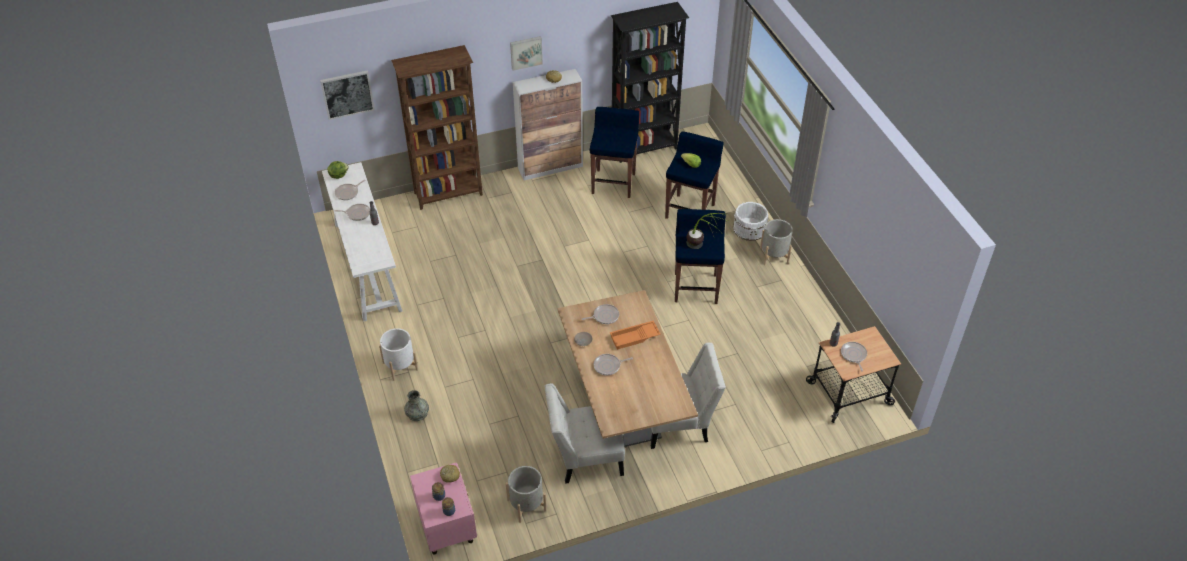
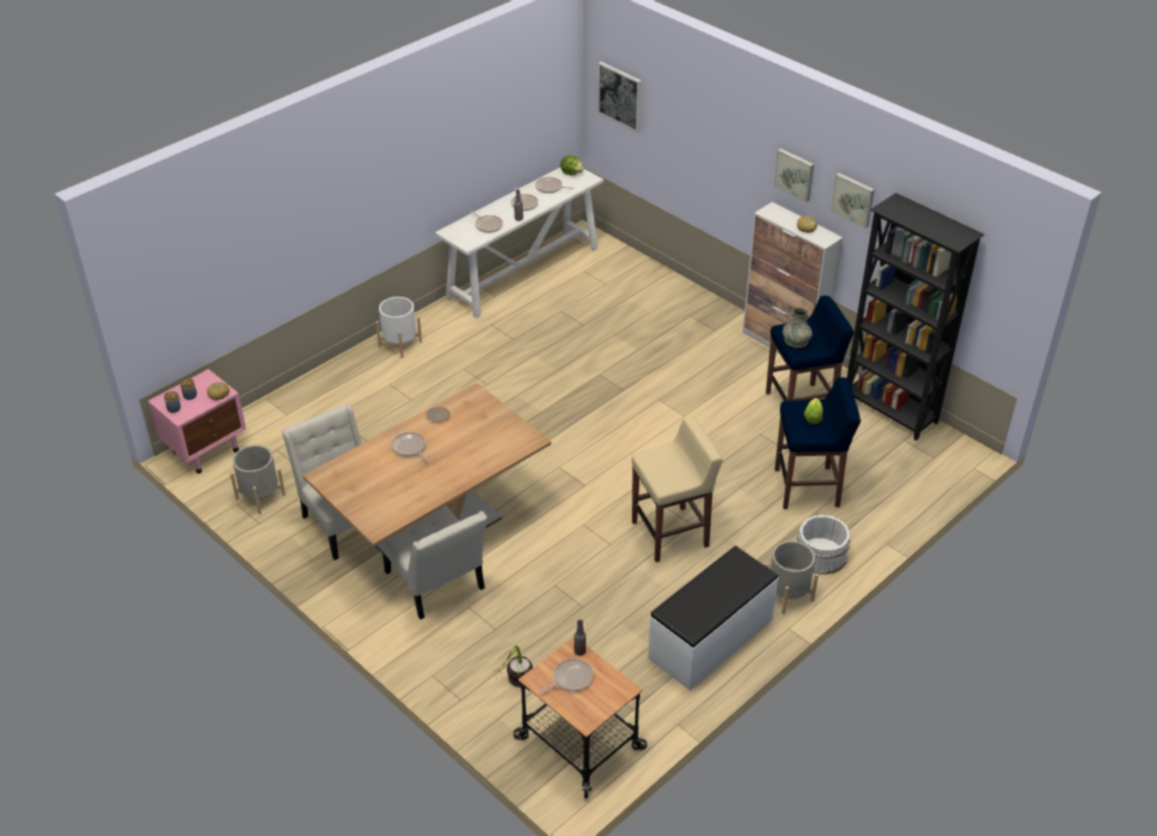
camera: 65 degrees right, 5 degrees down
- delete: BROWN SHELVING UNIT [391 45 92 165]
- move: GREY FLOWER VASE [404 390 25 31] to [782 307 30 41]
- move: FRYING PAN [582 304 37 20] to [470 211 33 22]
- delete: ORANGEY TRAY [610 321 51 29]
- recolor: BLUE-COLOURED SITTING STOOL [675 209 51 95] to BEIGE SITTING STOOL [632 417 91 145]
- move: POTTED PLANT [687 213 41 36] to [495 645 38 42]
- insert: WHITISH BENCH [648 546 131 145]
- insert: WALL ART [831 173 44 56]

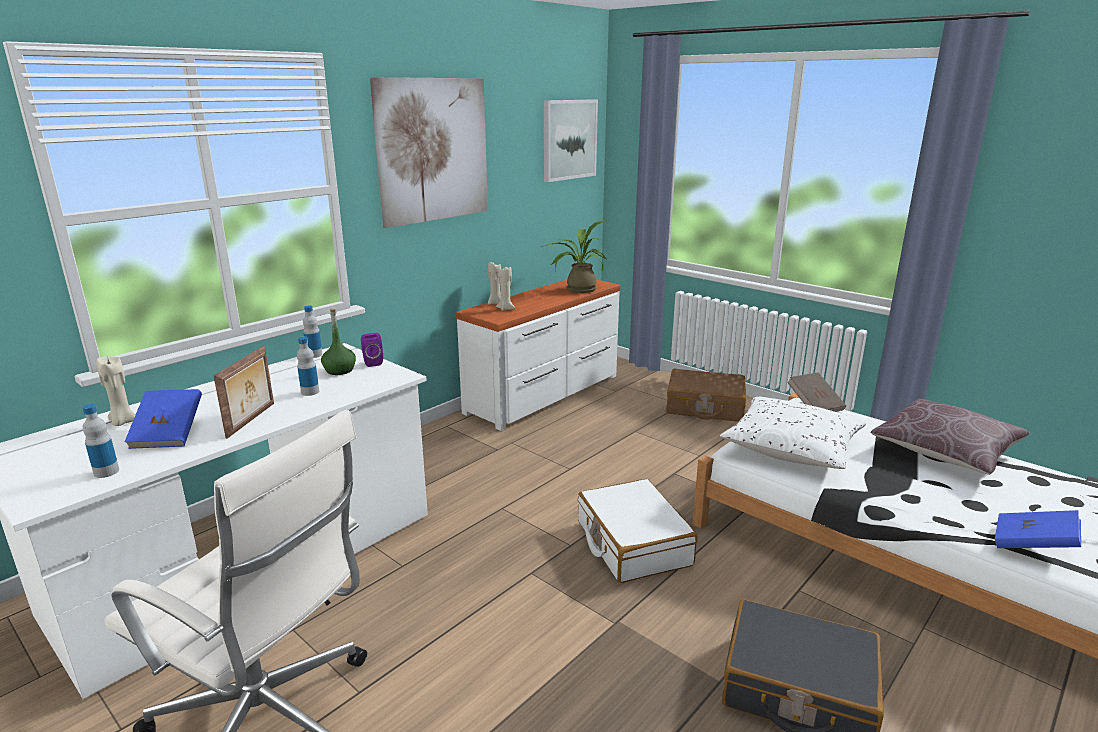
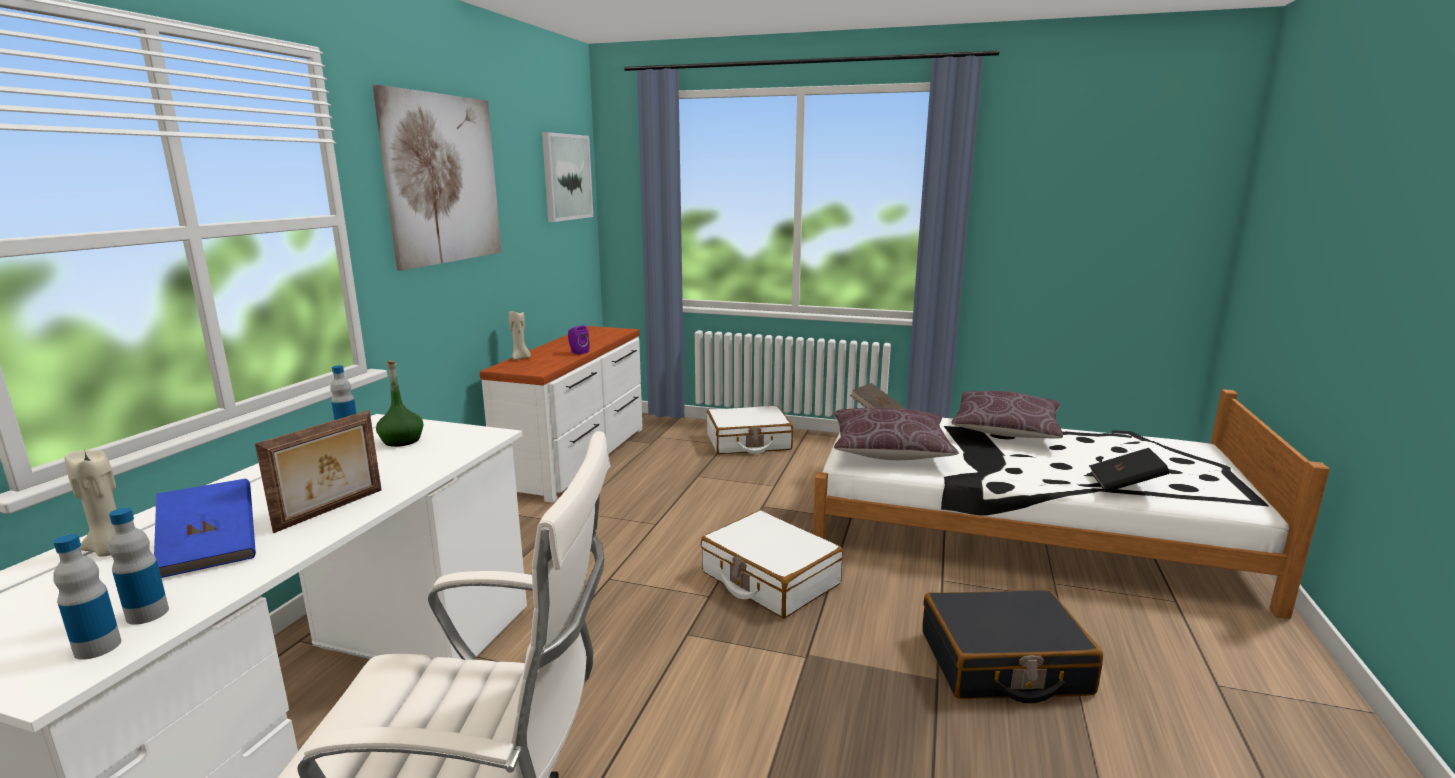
camera: 25 degrees left, 5 degrees down
- rotate: STANDING FRAME [214 346 60 93] = [255 410 127 123] 45 degrees clockwise
- move: DRINK BOTTLE [297 336 22 60] to [53 534 68 126]
- move: PURPLISH SPEAKER [361 333 22 34] to [568 325 22 30]
- delete: BEIGE WAX LIGHT [496 267 19 44]
- delete: POTTED PLANT [541 220 67 73]
- recolor: BROWN PIECE OF LUGGAGE [666 369 80 53] to WHITISH PIECE OF LUGGAGE [707 406 86 48]
- recolor: WHITISH PILLOW [720 397 146 72] to BROWN PILLOW [833 408 126 52]
- recolor: BLUE-COLOURED VOLUME [995 510 86 38] to BLACK-COLOURED VOLUME [1089 448 81 44]

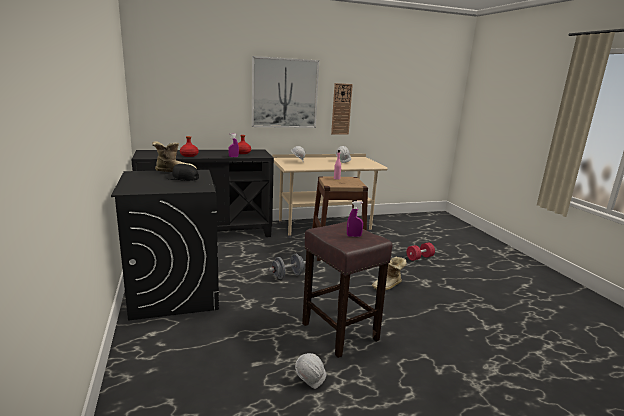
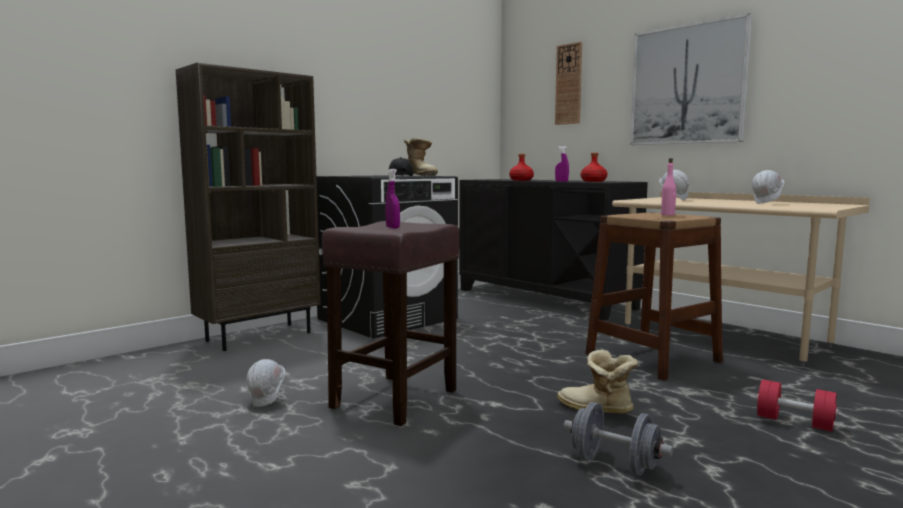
camera: 65 degrees right, 10 degrees down
- move: GREY FREE WEIGHT [269 254 37 25] to [564 402 109 73]
- move: WALL CLOCK [331 83 22 52] to [555 42 27 83]
- insert: BROWN SHELVING UNIT [176 63 145 288]

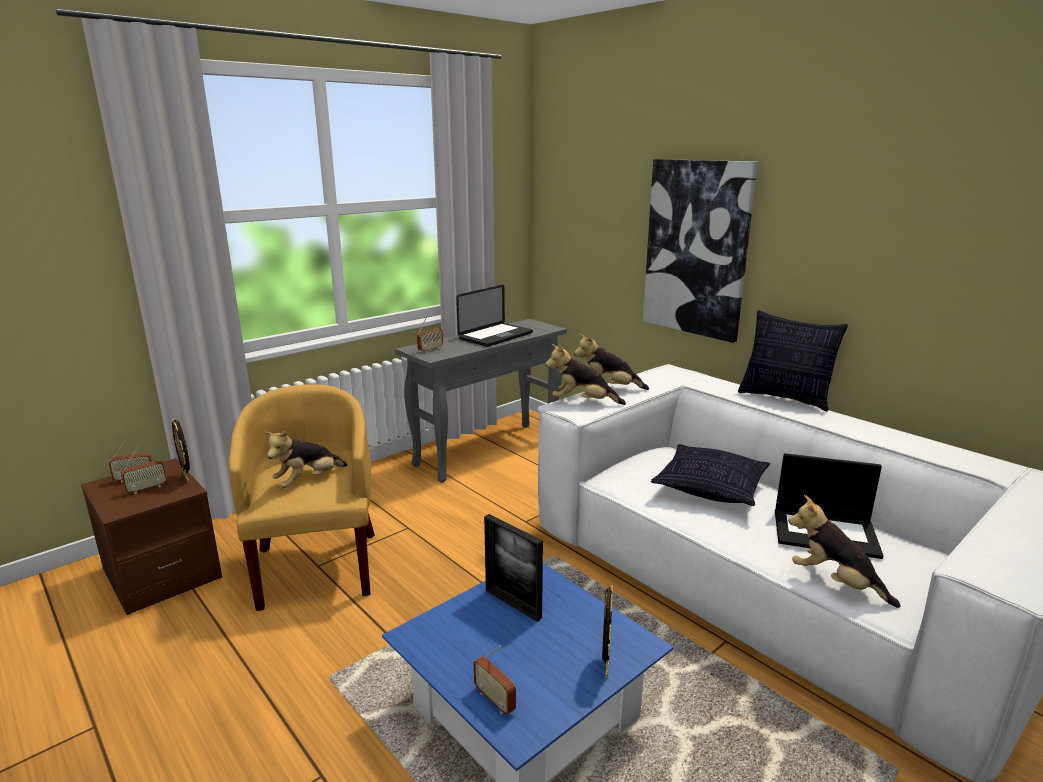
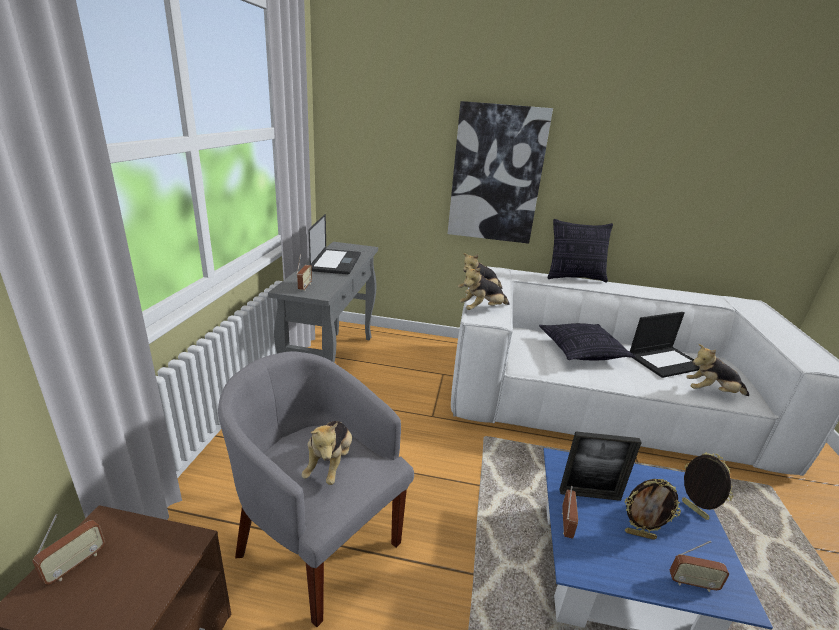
camera: 40 degrees left, 5 degrees up
- move: RADIO RECEIVER [121 447 46 47] to [562 486 16 53]
- move: STANDING FRAME [171 418 19 65] to [625 479 56 61]
- recolor: YELLOW EASY CHAIR [228 384 147 227] to GREY EASY CHAIR [218 351 196 276]

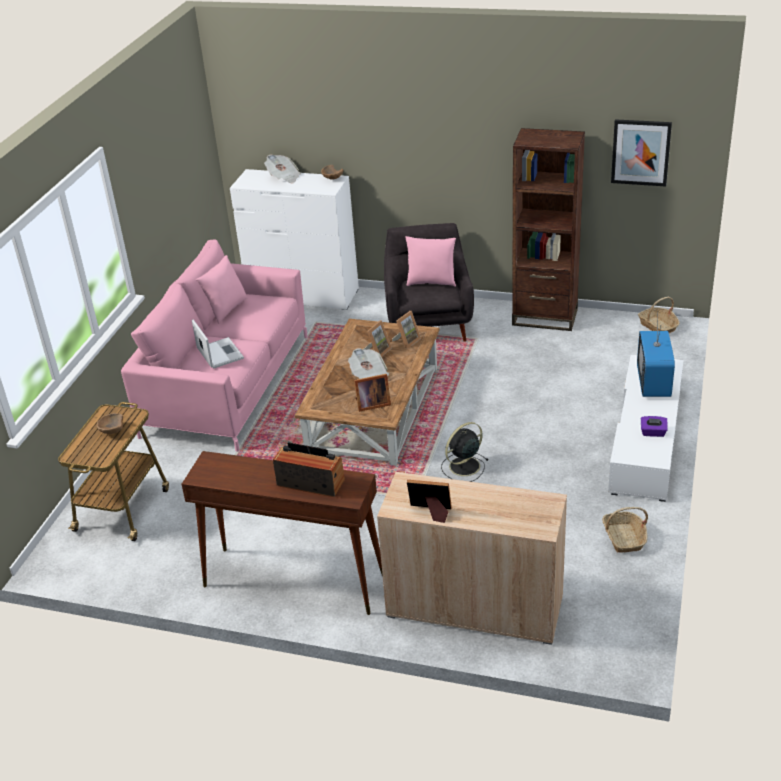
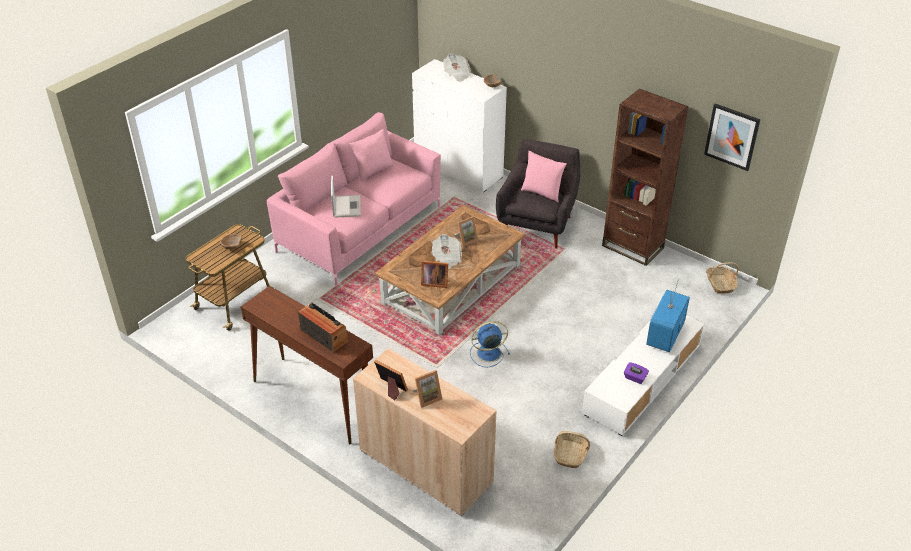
camera: 20 degrees right, 5 degrees up
- move: STANDING FRAME [392 311 29 38] to [412 370 30 38]
- recolor: BLACK-COLOURED FAN [441 422 47 60] to BLUE-COLOURED FAN [470 321 40 46]

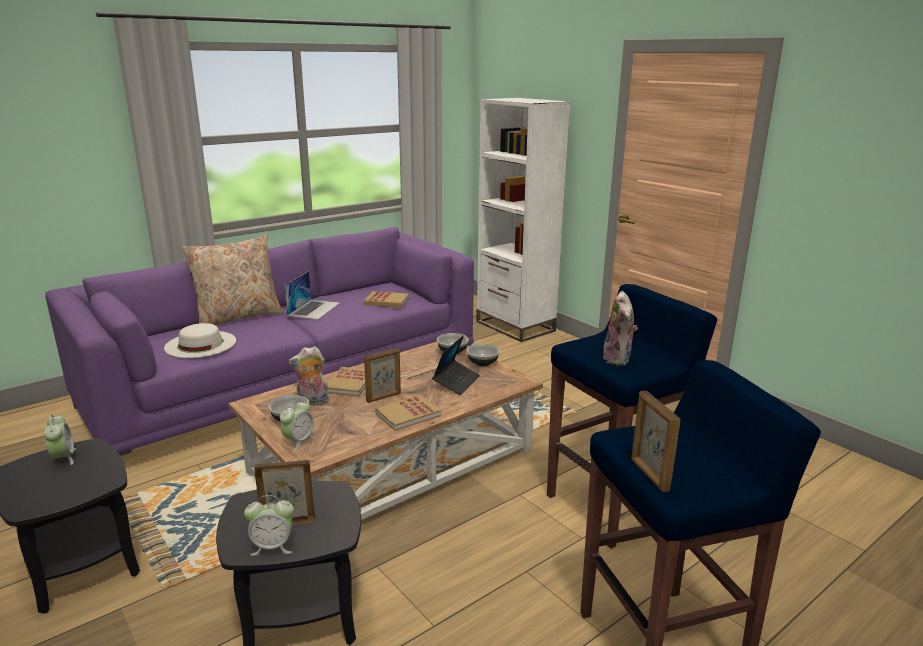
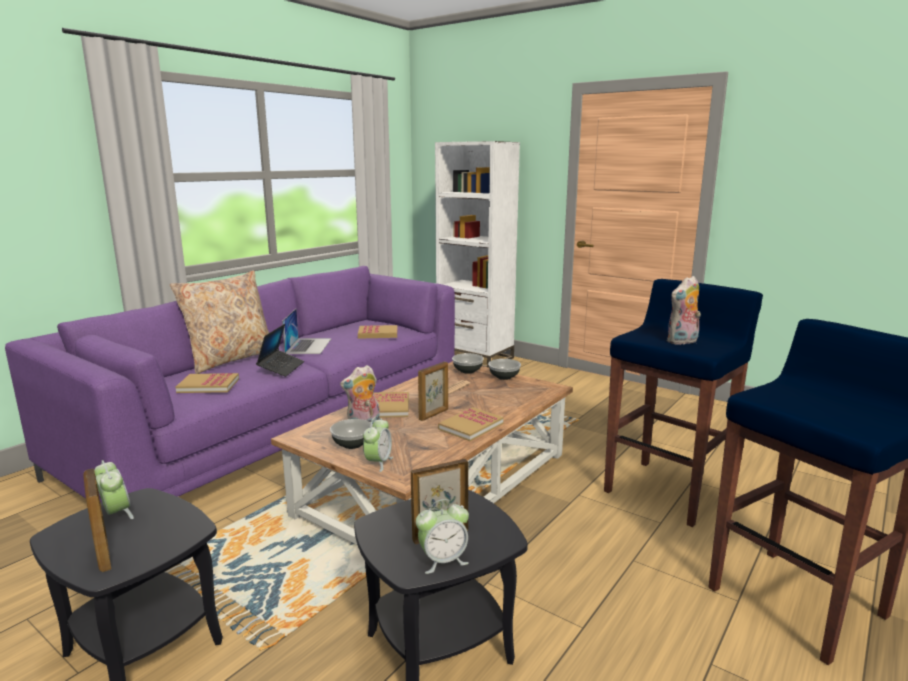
camera: 15 degrees left, 5 degrees down
- replace: WHITISH CLOTHING HAT [164 323 72 35] to VOLUME [176 373 63 20]
- move: LAPTOP [432 335 48 60] to [256 324 48 53]
- rotate: SOFT TOY [603 291 35 74] = [667 276 34 69] 75 degrees clockwise
- move: STANDING FRAME [631 391 49 101] to [83 468 28 104]

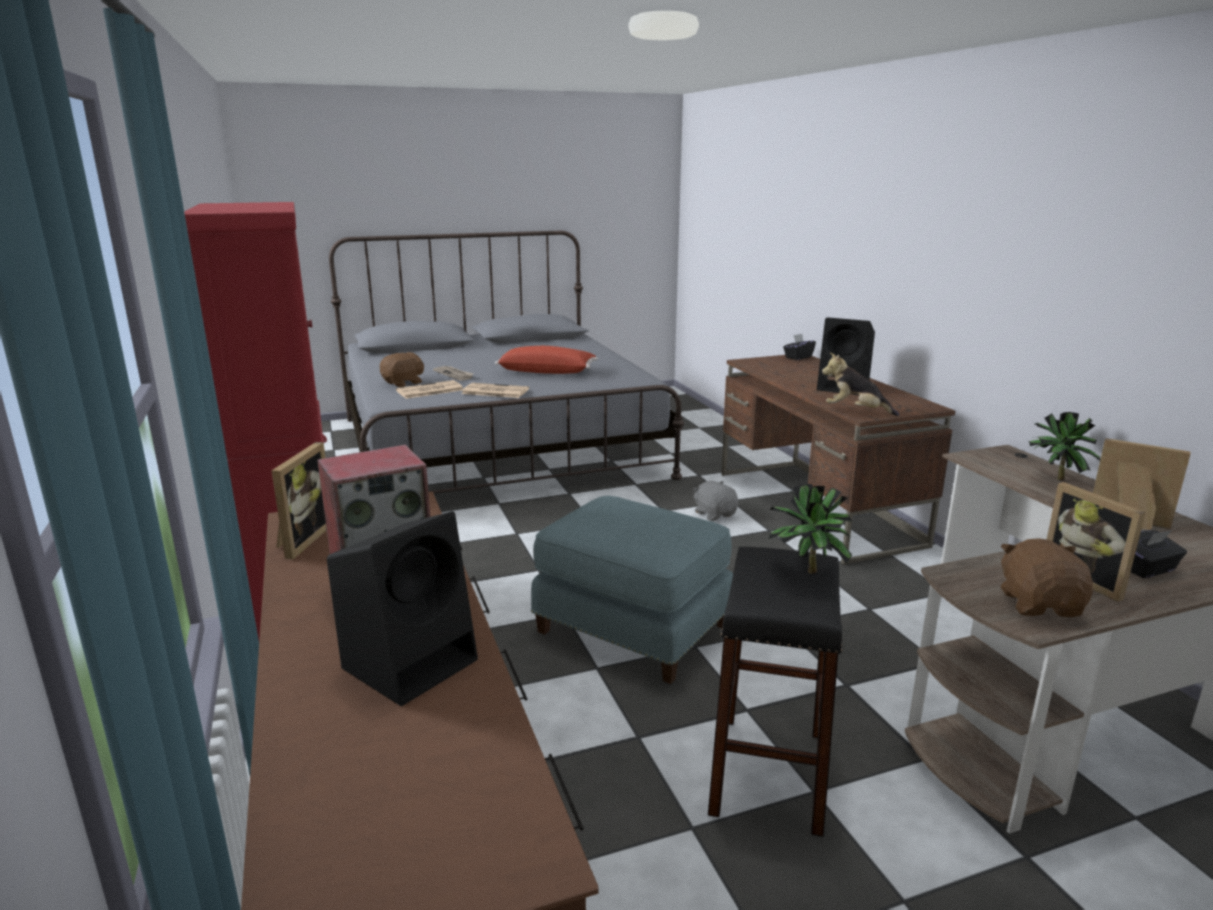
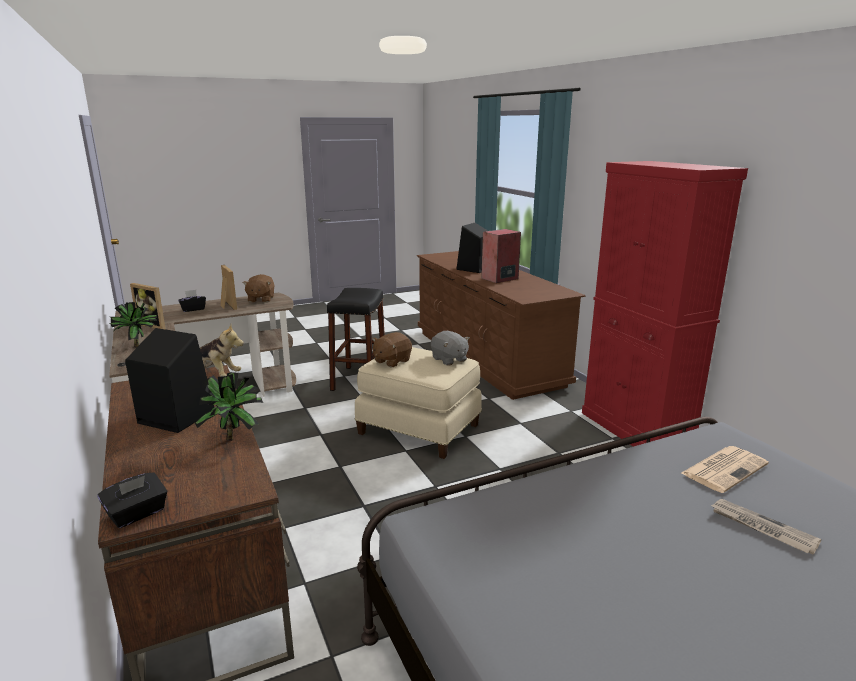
camera: 175 degrees right, 0 degrees up
- delete: STANDING FRAME [271 442 56 117]
- move: BROWN SOFT TOY [380 352 44 35] to [372 332 40 35]
- delete: DAILY PAPER [462 383 67 15]
- delete: REDDISH PILLOW [495 346 103 28]
- recolor: BLUE-COLOURED OTTOMAN [531 496 202 188] to BEIGE OTTOMAN [355 347 127 112]
- move: GREY SOFT TOY [693 481 45 40] to [431 331 39 35]
- move: POTTED PLANT [769 484 83 90] to [195 372 68 69]

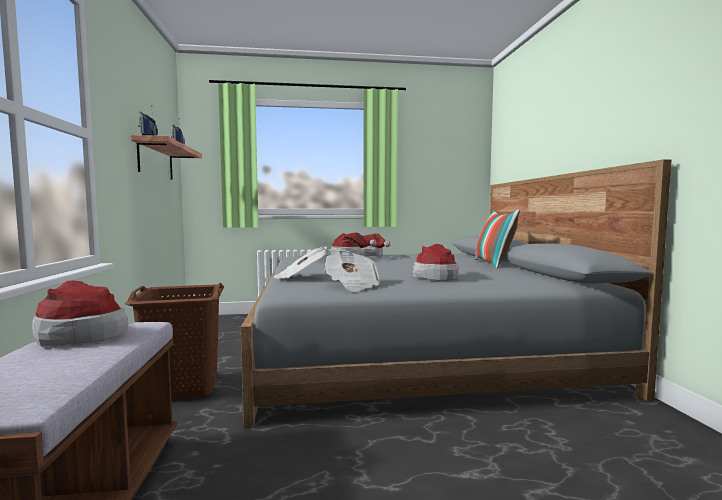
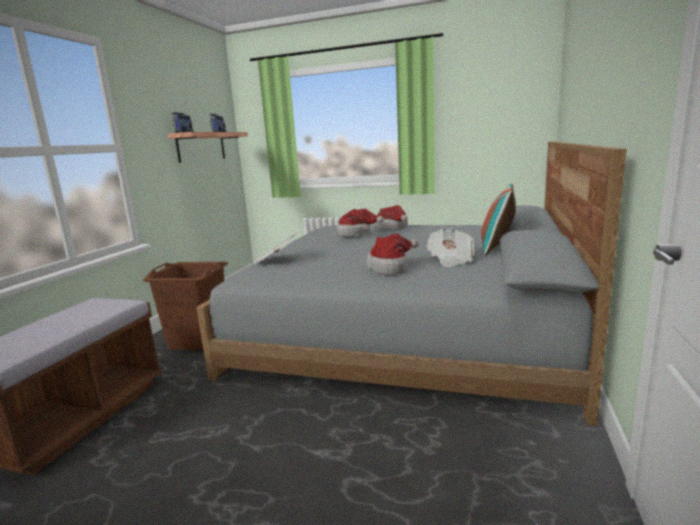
camera: 25 degrees right, 10 degrees up
- delete: CLOTHING HAT [32 280 96 67]
- move: DAILY PAPER [324 250 55 42] to [426 227 48 40]

